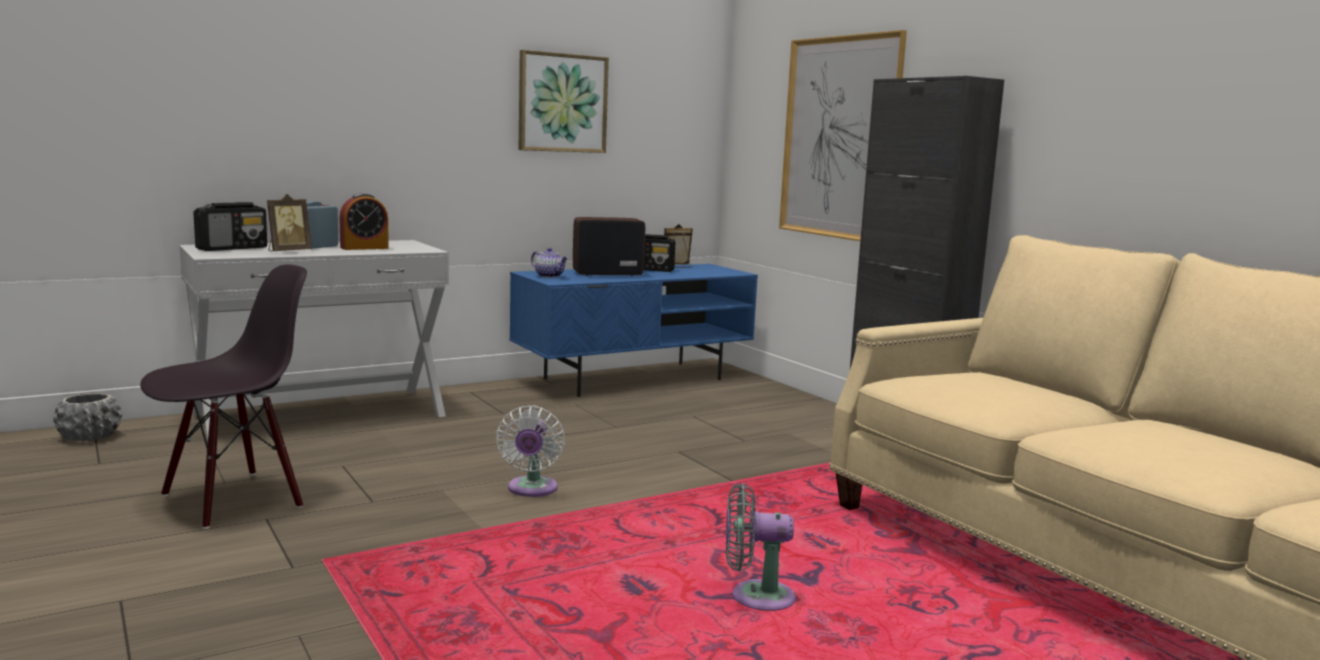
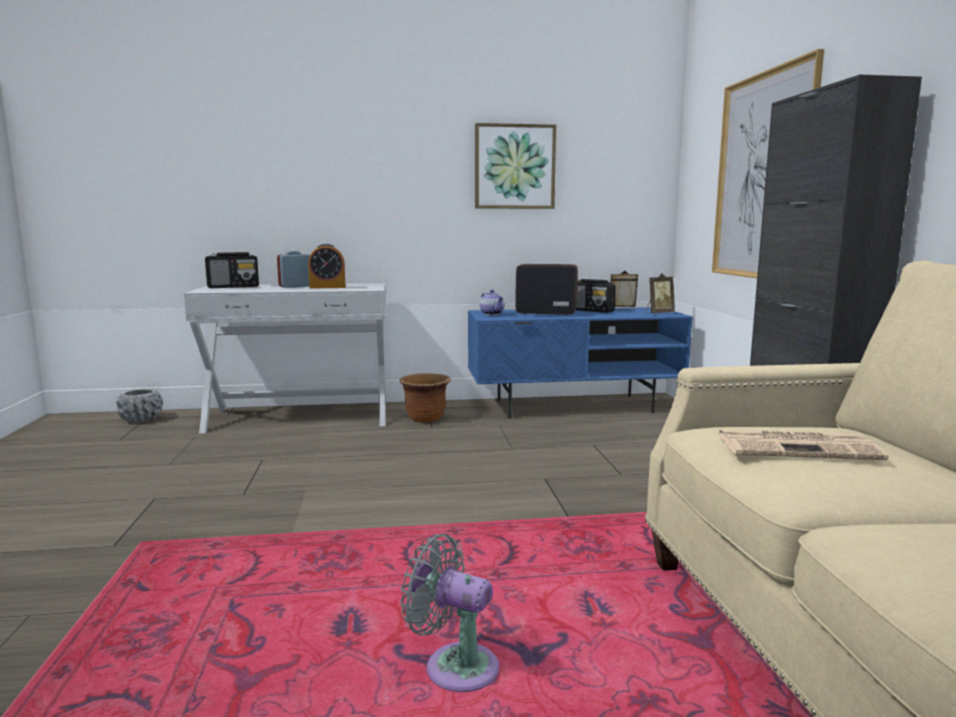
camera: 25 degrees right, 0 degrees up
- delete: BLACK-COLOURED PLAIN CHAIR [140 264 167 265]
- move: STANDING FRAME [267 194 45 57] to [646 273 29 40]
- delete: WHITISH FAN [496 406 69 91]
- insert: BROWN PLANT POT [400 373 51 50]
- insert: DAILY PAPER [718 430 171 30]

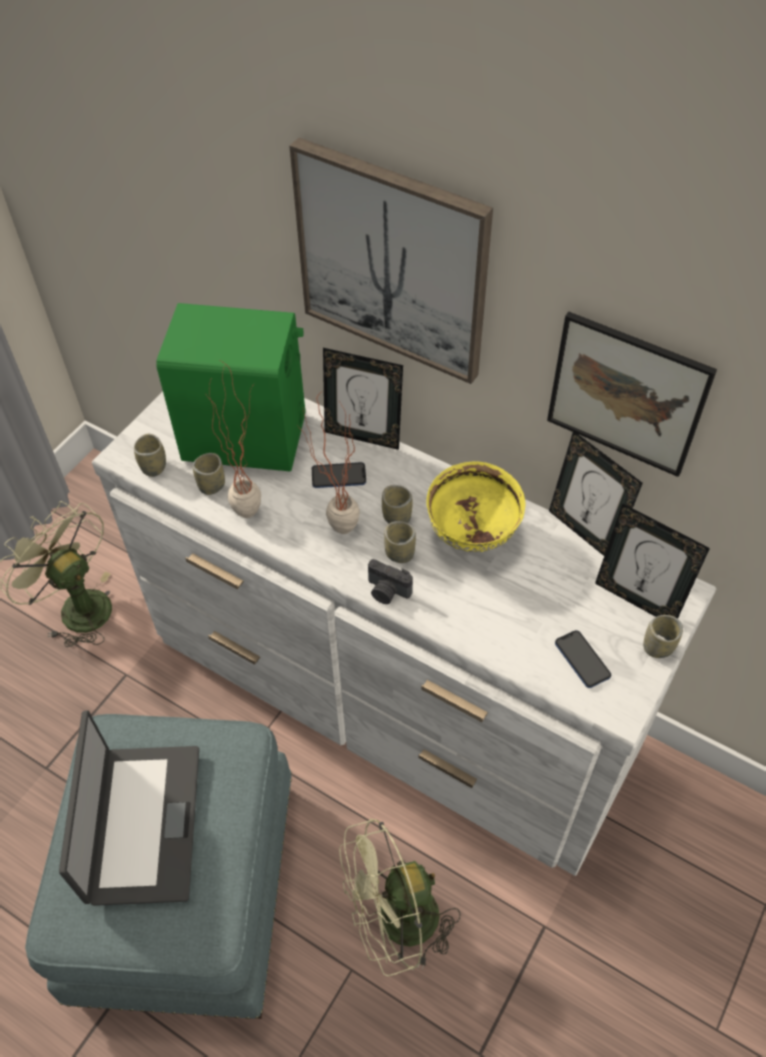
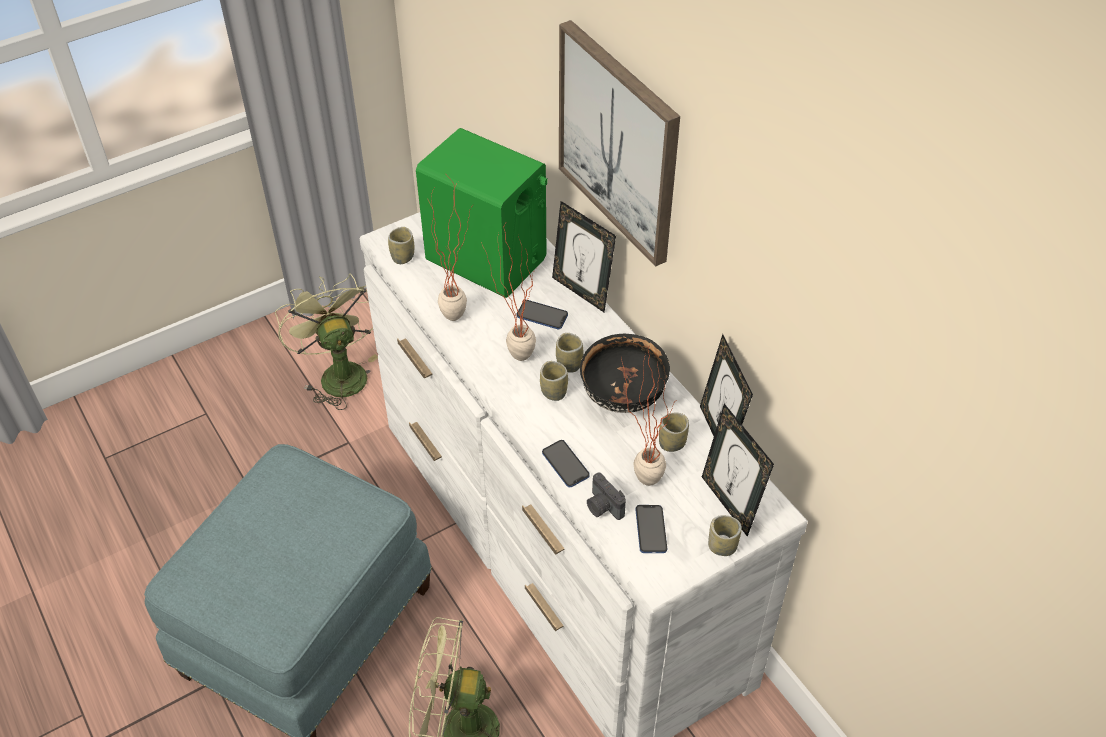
camera: 25 degrees right, 5 degrees down
- delete: LAPTOP [59 710 140 196]
- move: SMALL CUP [192 453 33 42] to [659 413 30 39]
- move: PHOTO CAMERA [368 559 45 45] to [587 472 39 48]
- recolor: YELLOW SERVING BOWL [427 462 98 90] to BLACK-COLOURED SERVING BOWL [580 334 90 79]
- delete: WALL ART [547 312 170 165]
- insert: HANDSET [542 440 48 47]
- insert: POTTED PLANT [621 345 53 141]

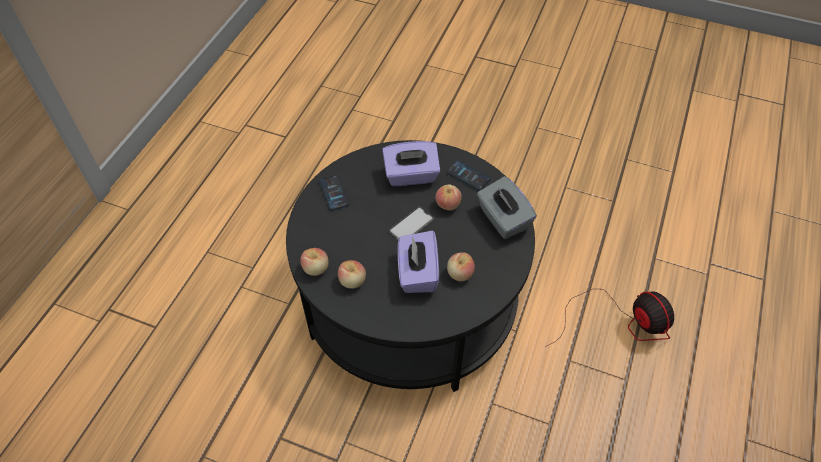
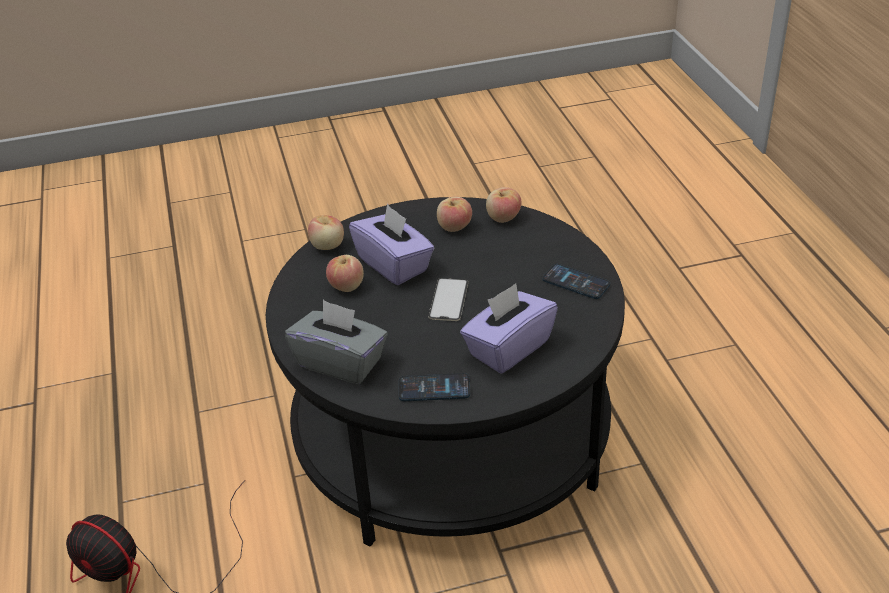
camera: 145 degrees right, 15 degrees down
- move: APPLE [435 185 27 25] to [308 215 36 35]

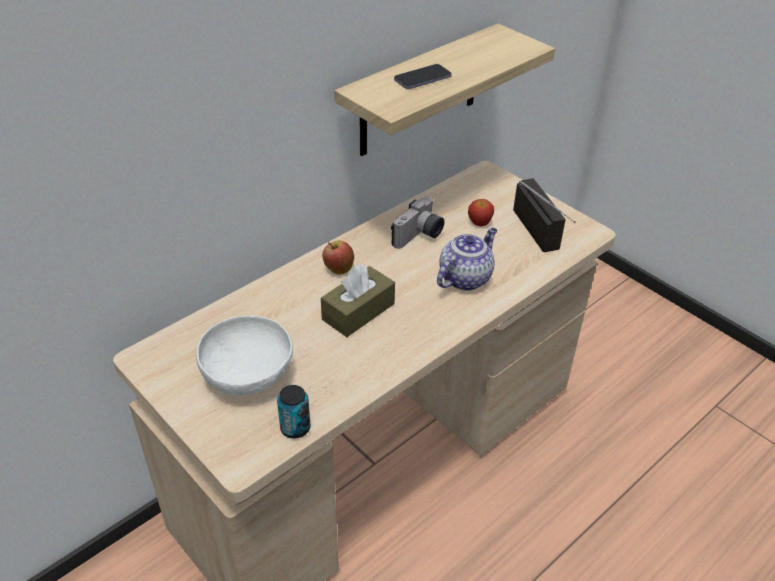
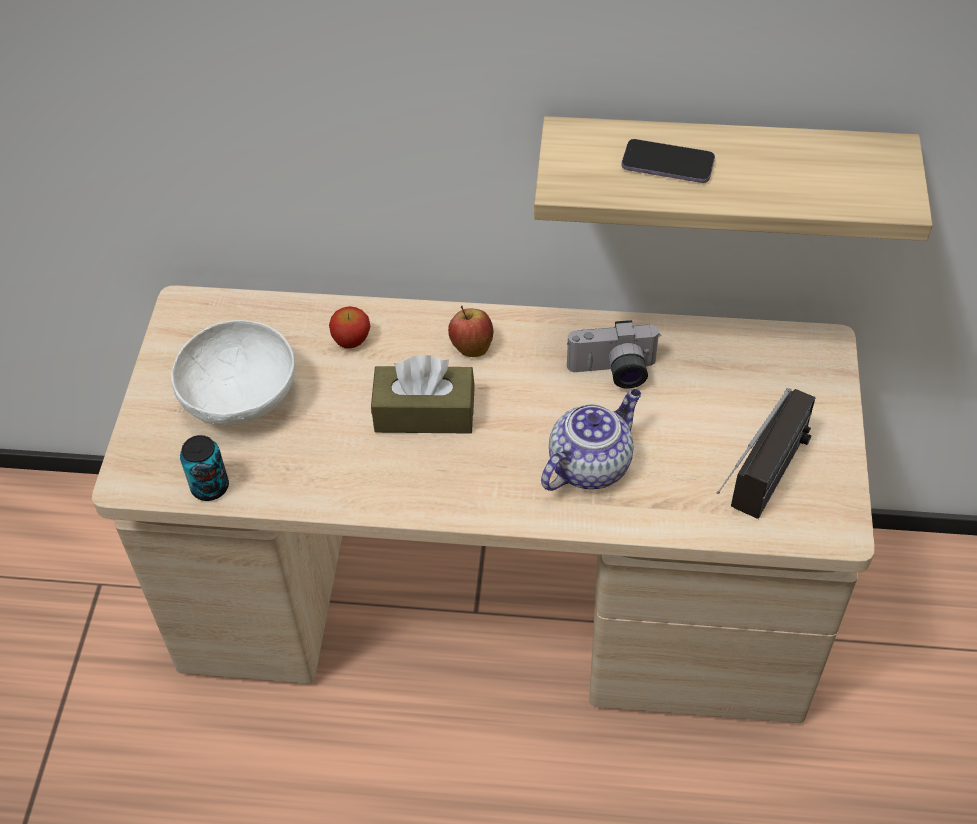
camera: 50 degrees right, 10 degrees up
- rotate: POT FOR TEA [437 228 60 63] = [541 389 100 102] 45 degrees counterclockwise
- move: APPLE [468 199 26 27] to [329 306 41 43]

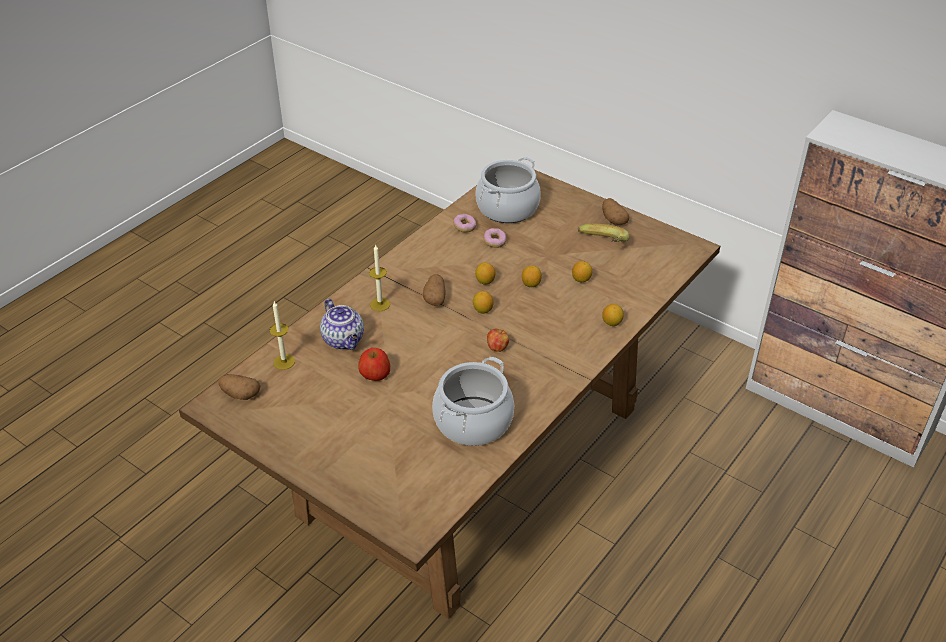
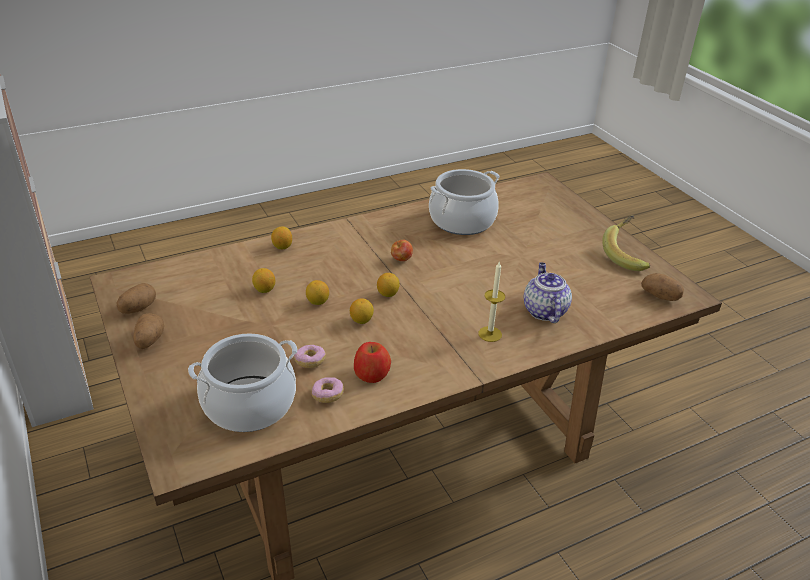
camera: 155 degrees left, 5 degrees down
- delete: WAX LIGHT [270 301 25 69]
- move: APPLE [358 348 32 33] to [354 342 37 41]
- move: WHOLE POTATO [423 274 23 32] to [116 283 40 31]
- move: BANANA [578 224 52 18] to [602 215 48 56]

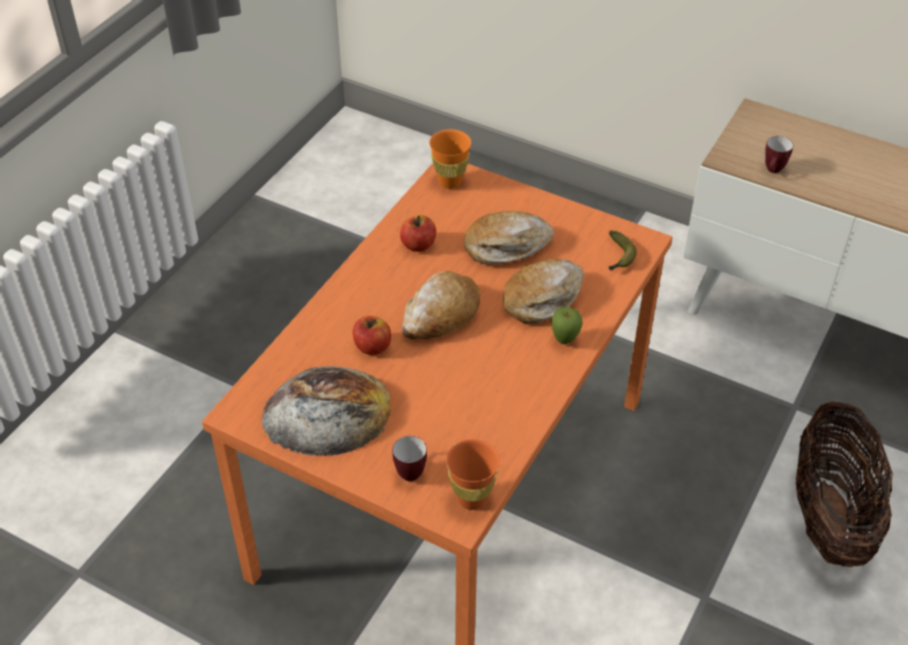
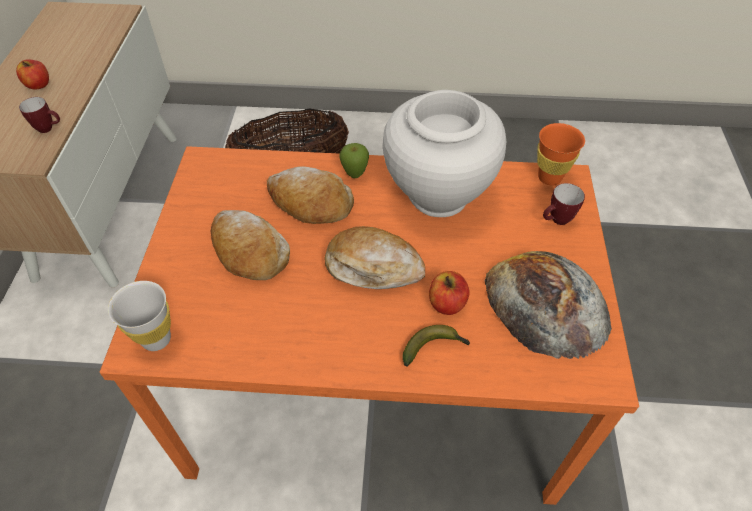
camera: 115 degrees left, 5 degrees up
- move: APPLE [400 215 36 37] to [16 59 33 31]
- recolor: ORANGEY SMALL CUP [429 129 42 60] to WHITISH SMALL CUP [108 281 63 70]
- move: BANANA [609 231 28 40] to [402 325 68 42]
- insert: WHITISH FLOWER VASE [383 90 124 127]

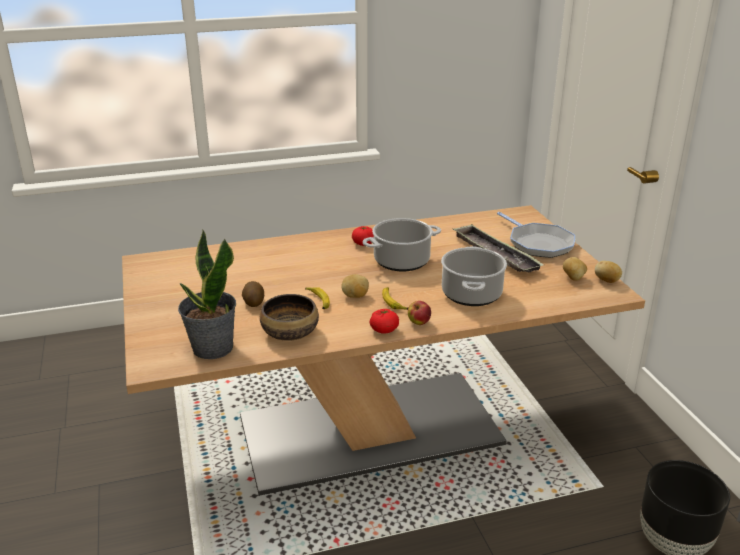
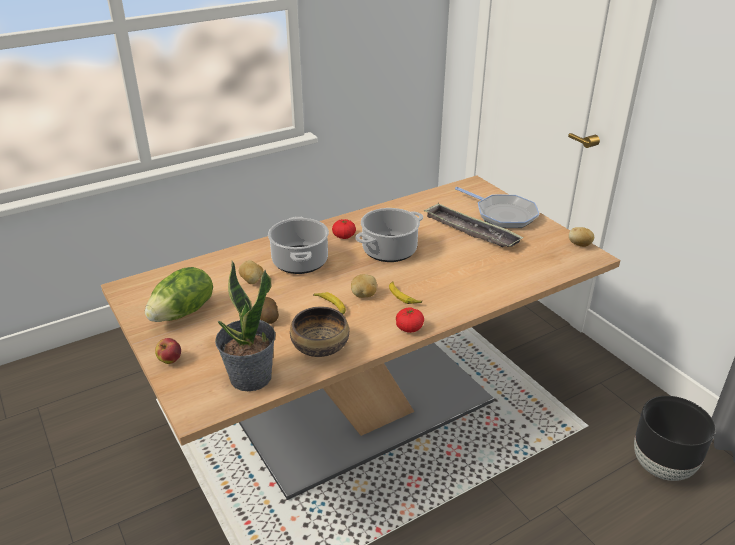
camera: 15 degrees left, 5 degrees up
- move: APPLE [408 301 23 24] to [155 338 26 26]
- move: COOKING POT [441 246 66 60] to [268 216 61 58]
- move: WHOLE POTATO [563 257 24 24] to [239 260 25 24]
- insert: HEAD OF LETTUCE [145 267 68 55]

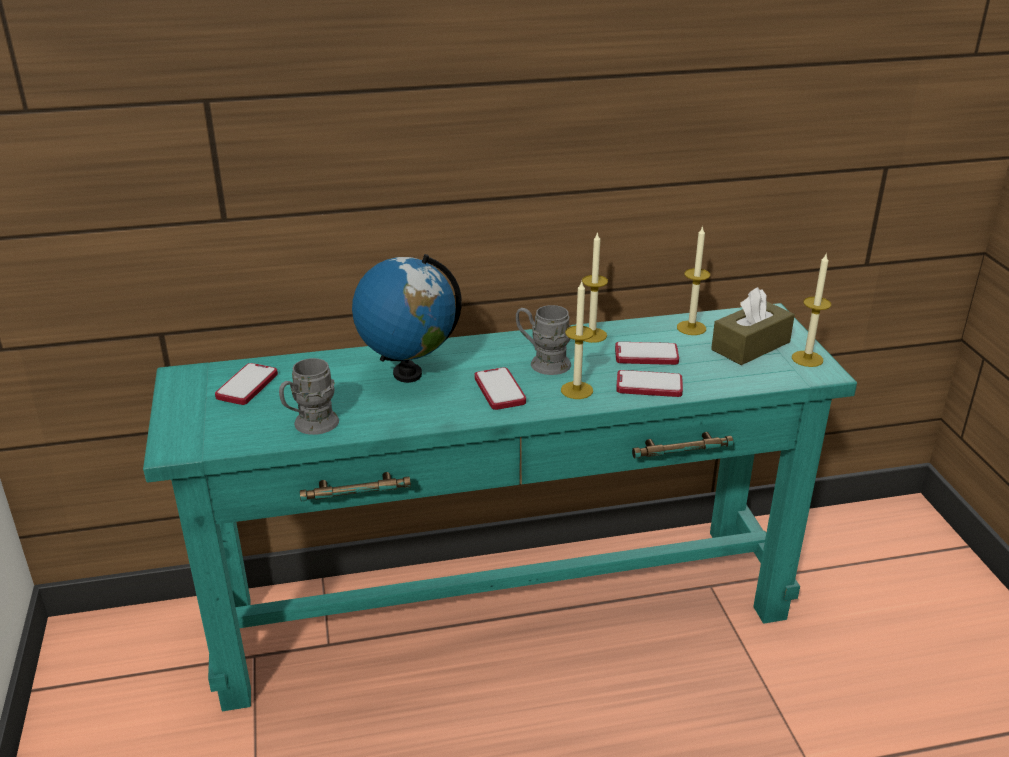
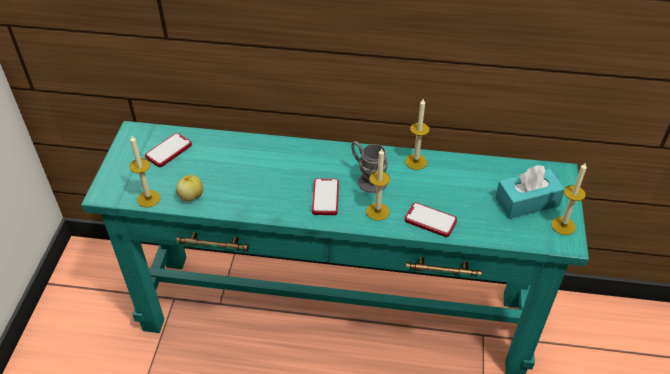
camera: 20 degrees right, 15 degrees up
- replace: GREY COFFEE MUG [279 358 60 77] to APPLE [176 175 27 26]
- delete: GLOBE [352 254 110 129]
- delete: HANDSET [615 342 64 23]
- move: WAX LIGHT [677 225 33 110] to [129 135 31 72]
- recolor: BROWN TISSUE HOLDER [711 287 84 78] to BLUE-GREEN TISSUE HOLDER [495 165 70 54]

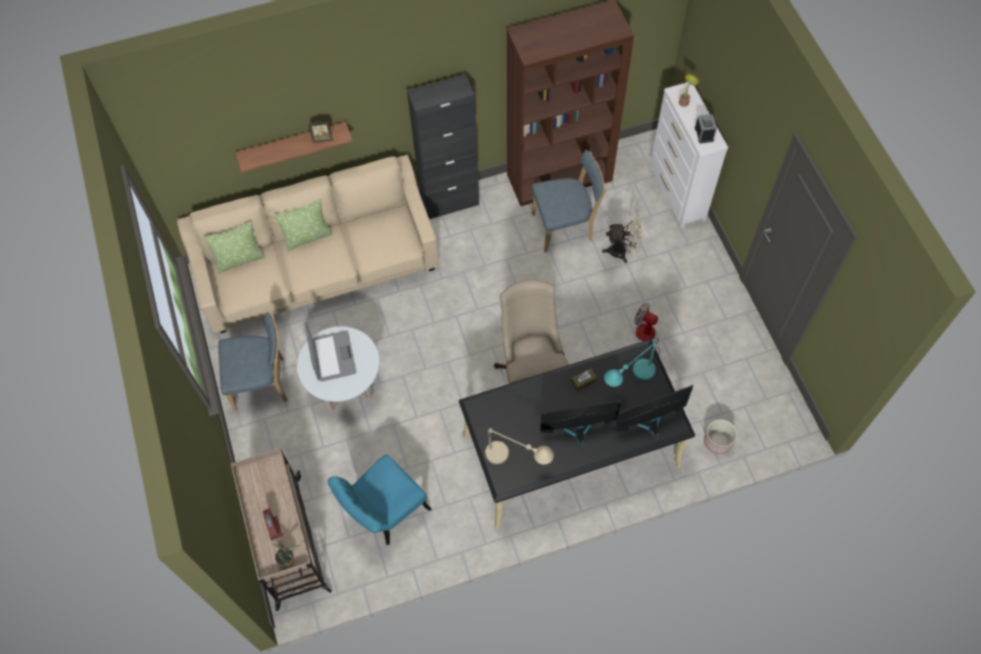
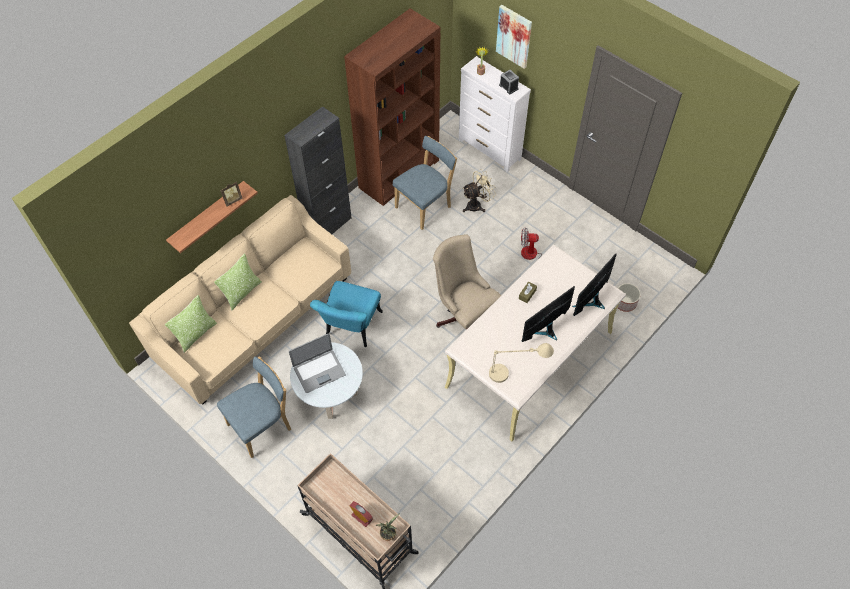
camera: 30 degrees left, 5 degrees down
- rotate: LAPTOP [304 322 52 59] = [289 333 57 60] 105 degrees clockwise
- move: BLUE-GREEN PLAIN CHAIR [328 454 103 91] to [310 281 73 66]
- recolor: BLACK-COLOURED DESK [459 339 236 190] to BEIGE DESK [445 245 181 196]
- delete: BLUE-GREEN TABLETOP LAMP [604 341 53 46]
- insert: WALL ART [496 5 36 64]

